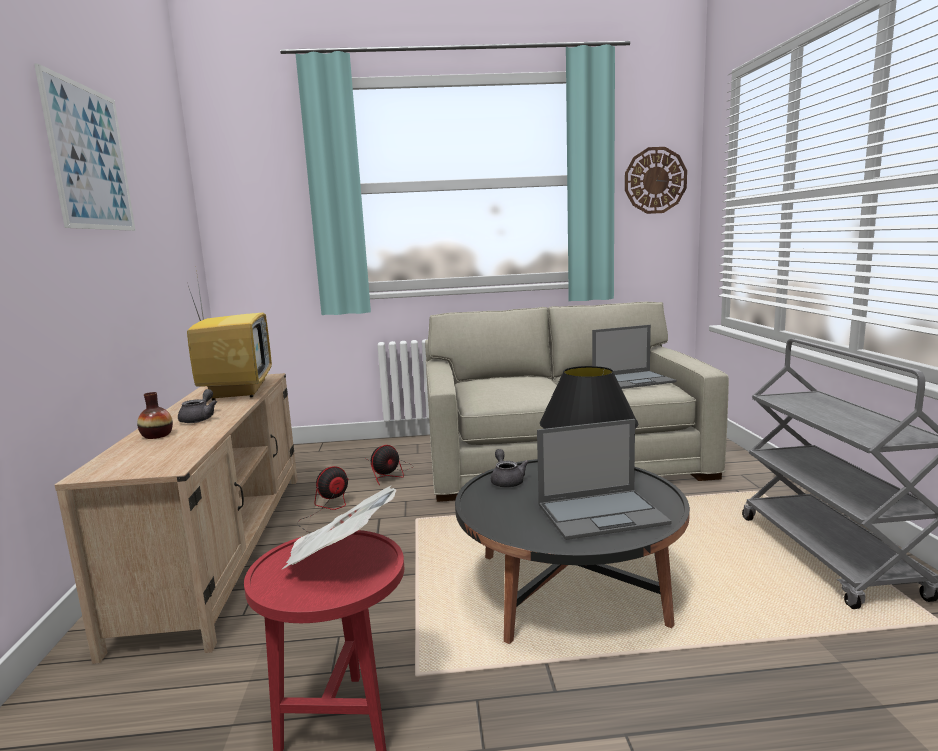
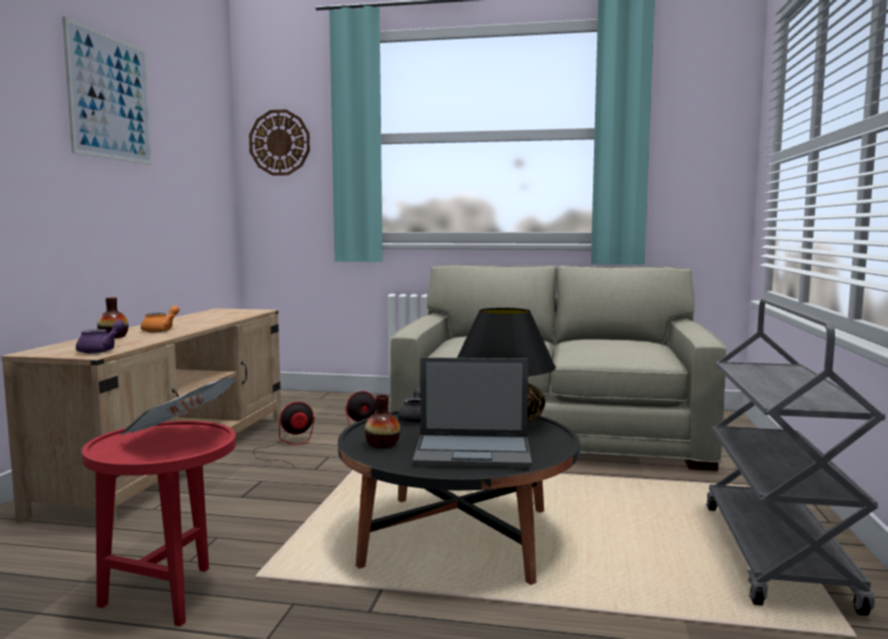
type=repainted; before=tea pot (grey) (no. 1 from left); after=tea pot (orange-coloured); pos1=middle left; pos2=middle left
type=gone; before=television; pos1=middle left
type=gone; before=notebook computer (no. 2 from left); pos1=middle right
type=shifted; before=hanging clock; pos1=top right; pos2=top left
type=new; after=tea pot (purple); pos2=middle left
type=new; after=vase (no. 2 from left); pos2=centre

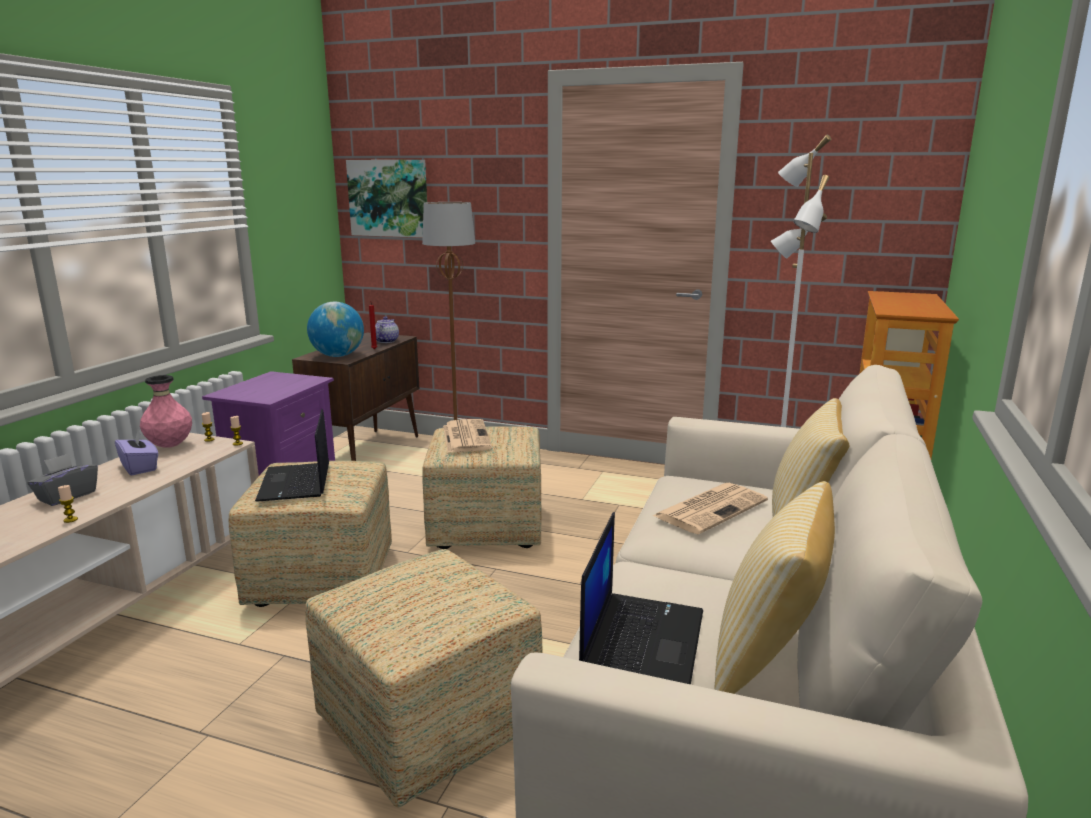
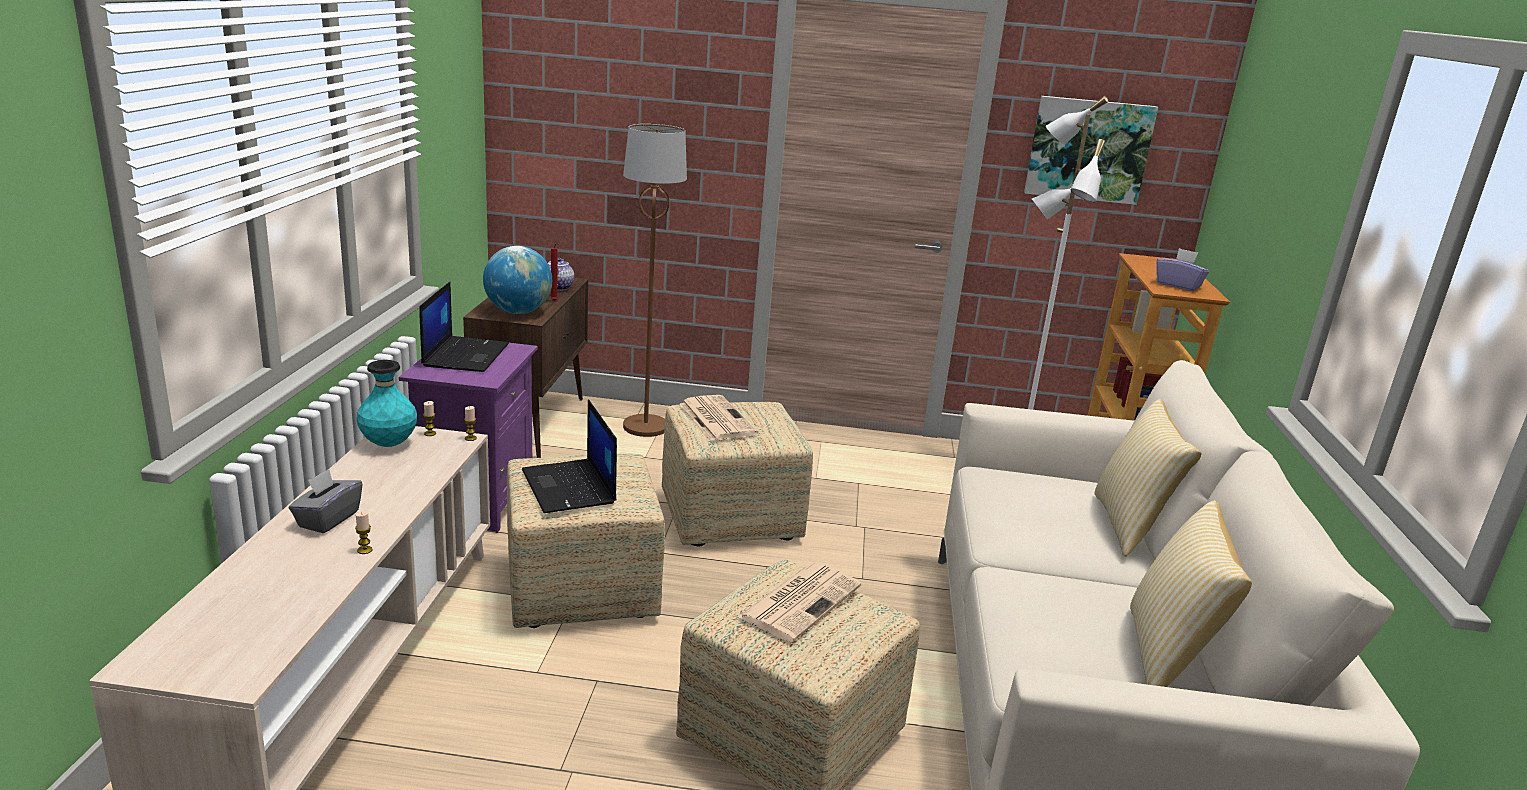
type=shifted; before=tissue holder (purple); pos1=middle left; pos2=middle right
type=repainted; before=vase (pink); after=vase (turquoise); pos1=middle left; pos2=middle left
type=shifted; before=picture; pos1=top centre; pos2=top right
type=shifted; before=notebook computer (no. 2 from left in the first image); after=notebook computer (no. 1 from left); pos1=bottom centre; pos2=middle left
type=shifted; before=newspaper (no. 2 from left); pos1=centre; pos2=bottom centre

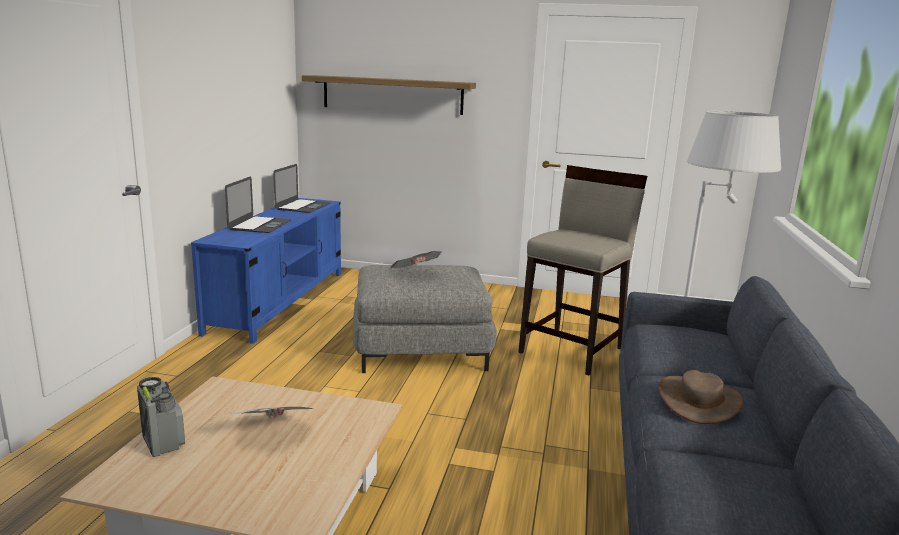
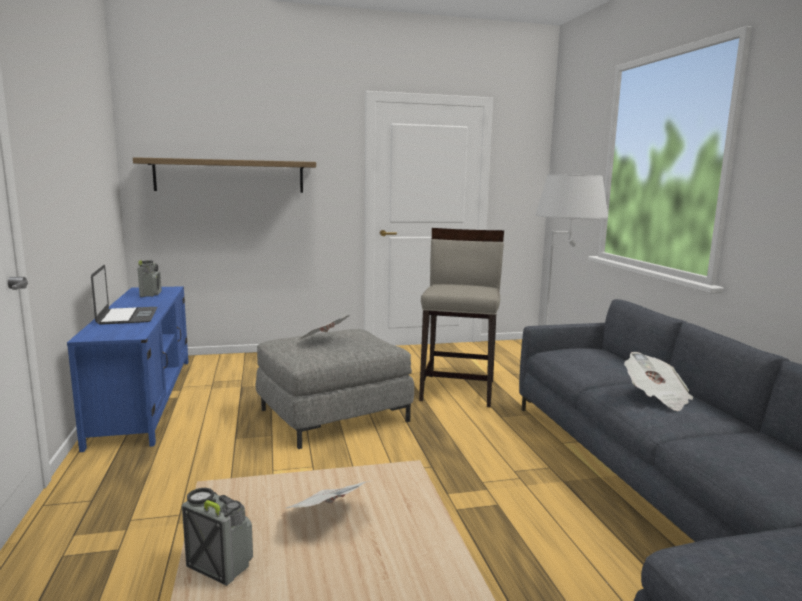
type=swapped; before=notebook computer (no. 2 from left); after=radio receiver (no. 1 from left); pos1=centre; pos2=middle left
type=swapped; before=clothing hat (brownish); after=newspaper (no. 3 from left); pos1=bottom right; pos2=middle right

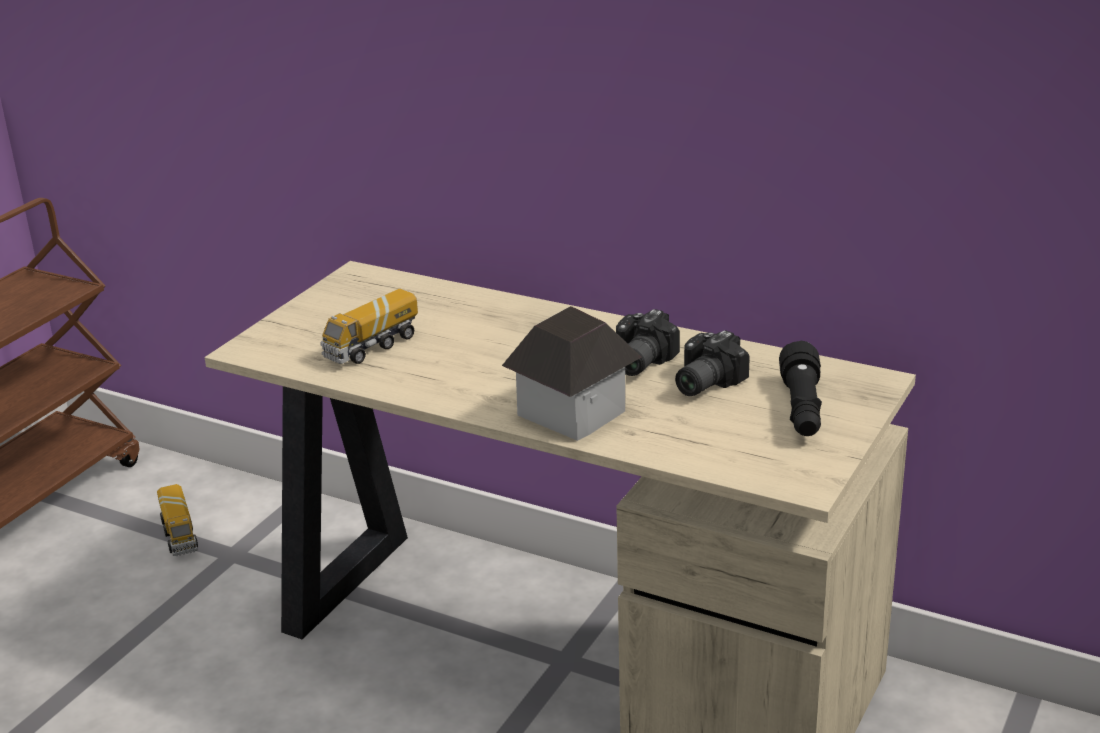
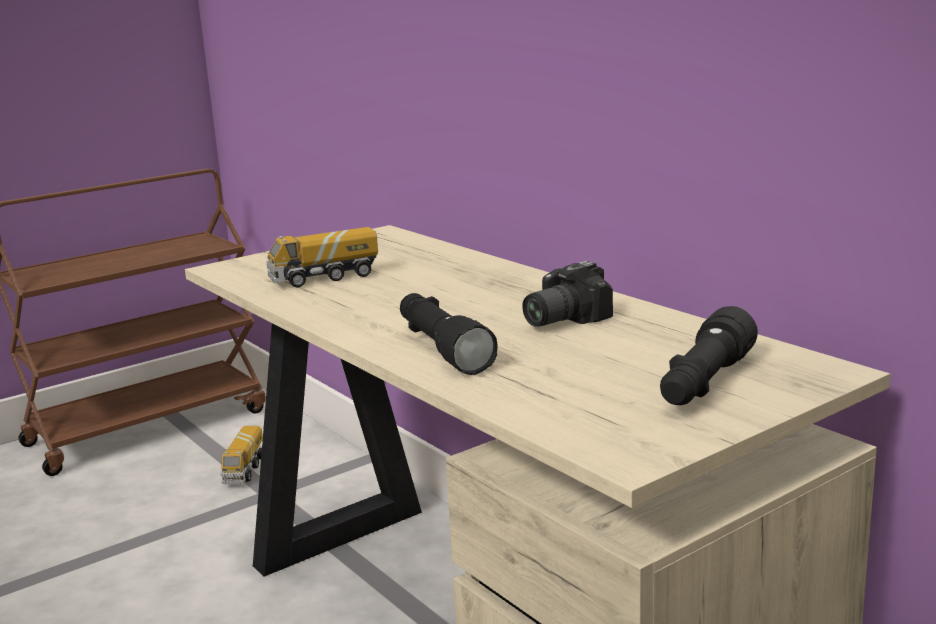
type=swapped; before=miniature house; after=hand torch (black-coloured) (no. 1 from left); pos1=centre; pos2=centre
type=gone; before=still camera (no. 2 from left); pos1=centre

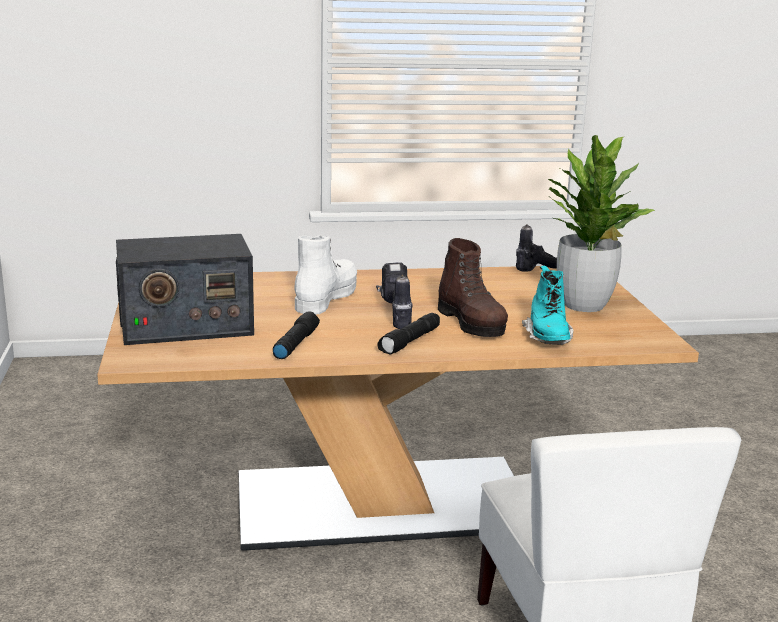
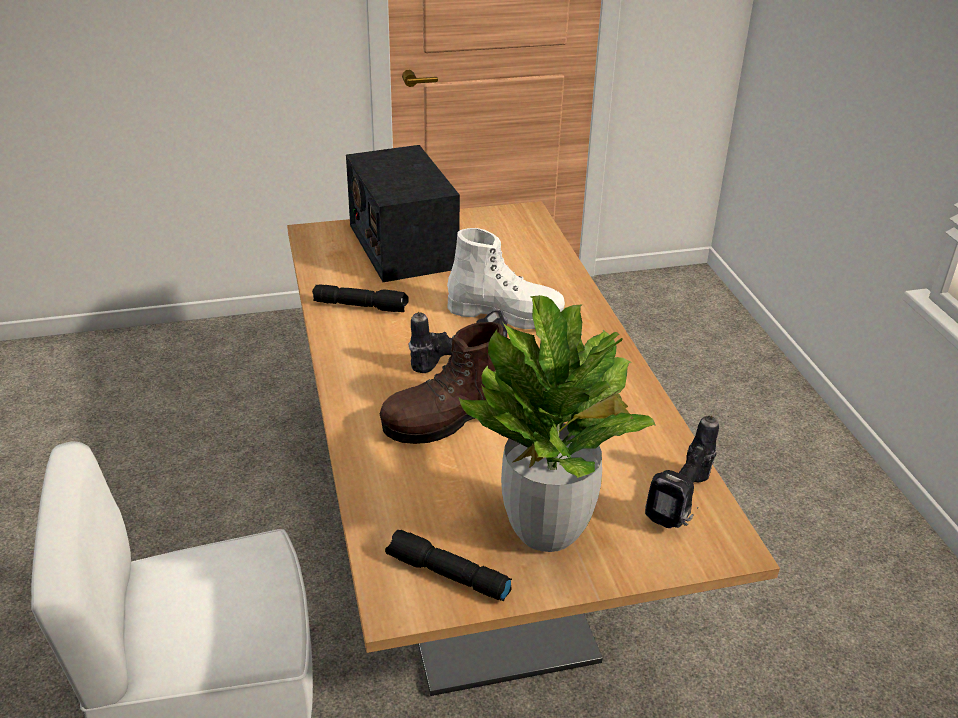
type=shifted; before=hand torch (black-coloured) (no. 2 from left); pos1=centre; pos2=bottom centre
type=gone; before=boot (turquoise); pos1=middle right

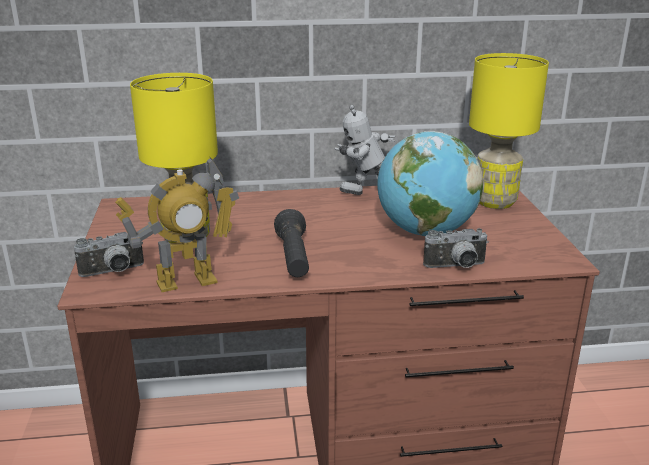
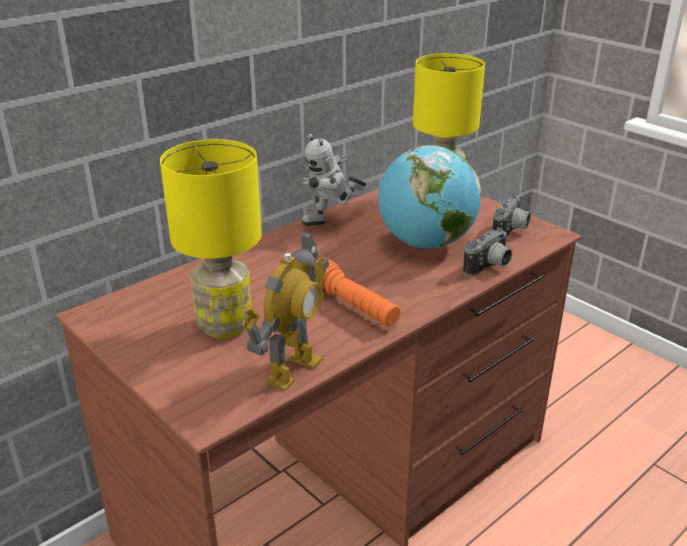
type=shifted; before=still camera (no. 1 from left in the first image); after=still camera (no. 2 from left); pos1=middle left; pos2=middle right
type=repainted; before=hand torch (black-coloured); after=hand torch (orange-coloured); pos1=centre; pos2=centre

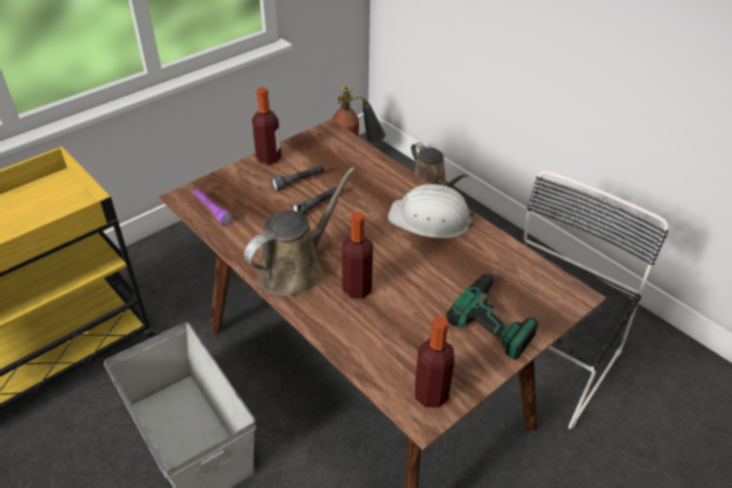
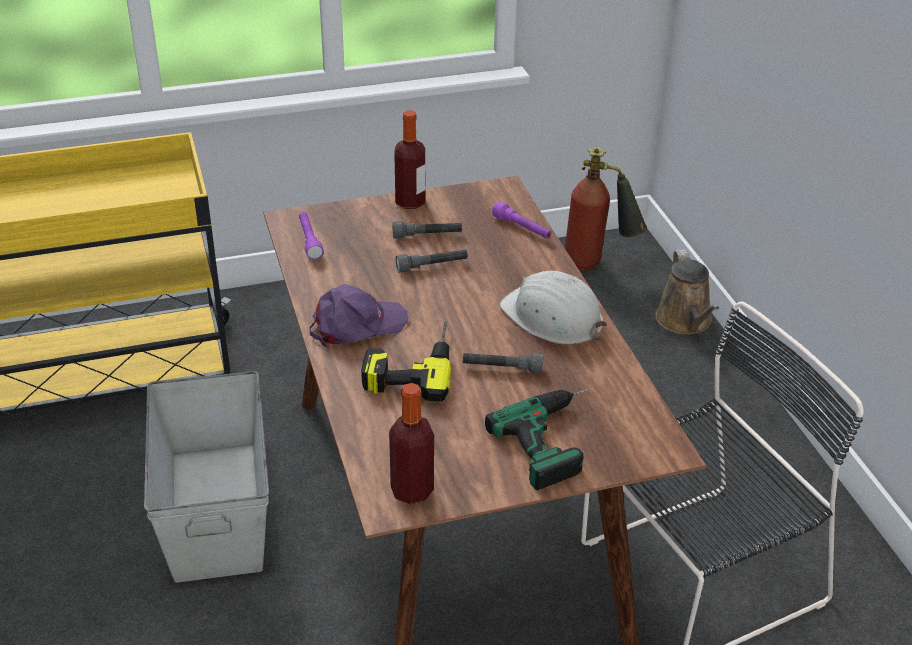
type=swapped; before=watering pot (brownish) (no. 1 from left); after=cap (purple); pos1=centre; pos2=centre
type=swapped; before=drink bottle (no. 2 from left); after=drill (no. 1 from left); pos1=centre; pos2=centre
type=new; after=hand torch (grey) (no. 3 from left); pos2=centre
type=new; after=hand torch (purple) (no. 2 from left); pos2=centre

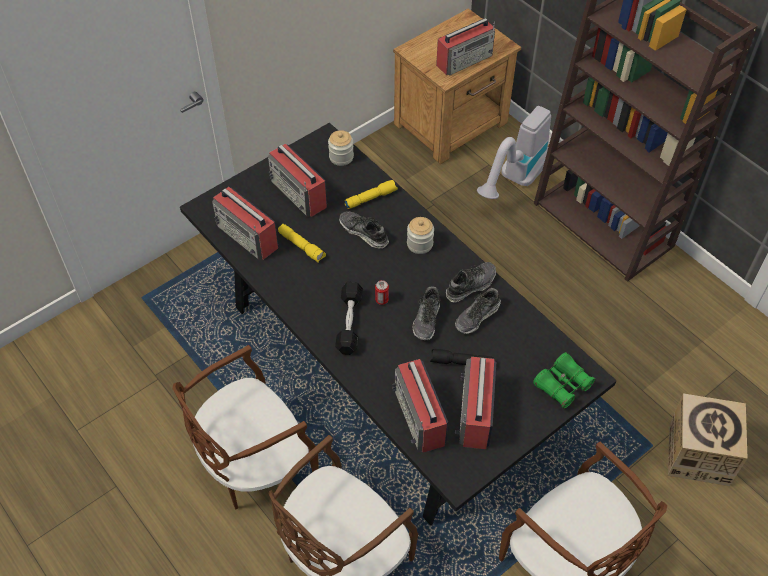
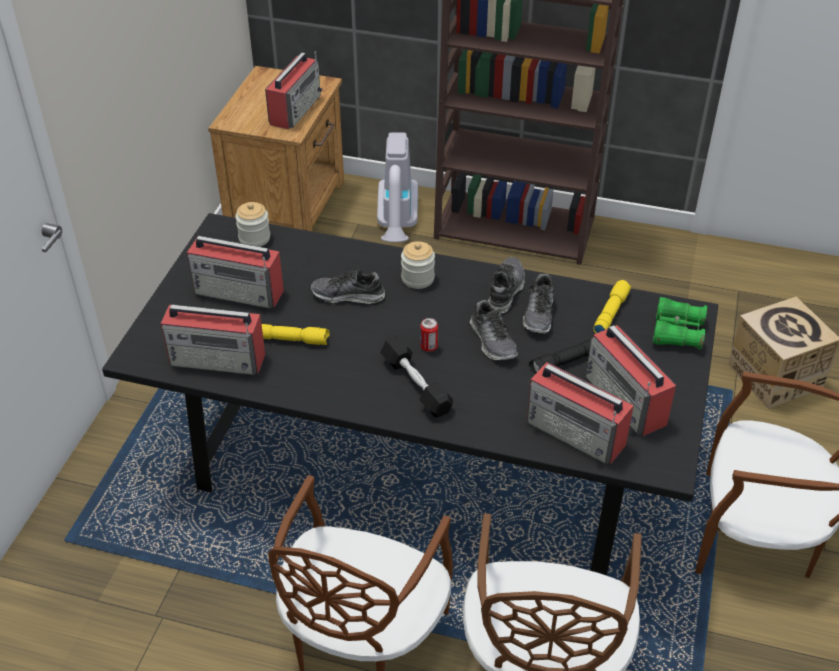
type=shifted; before=hand torch (yellowish) (no. 2 from left); pos1=centre; pos2=middle right

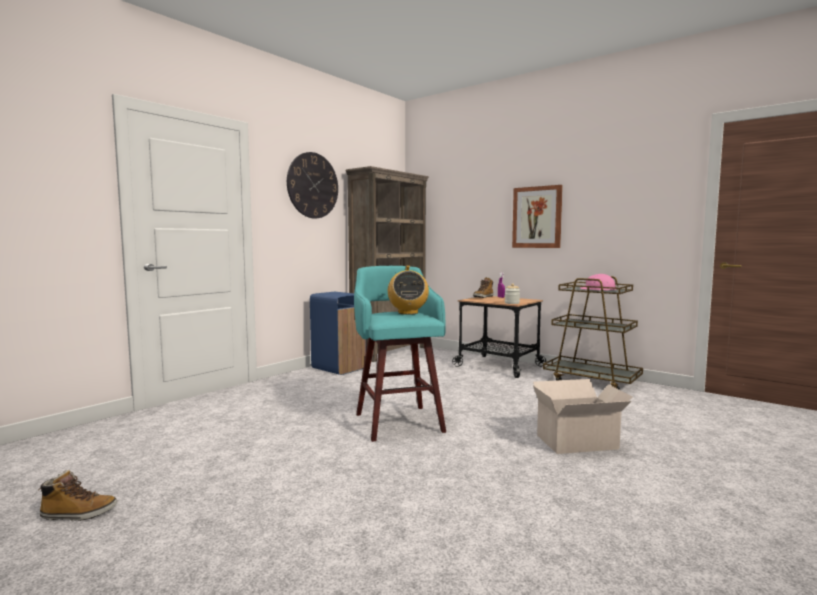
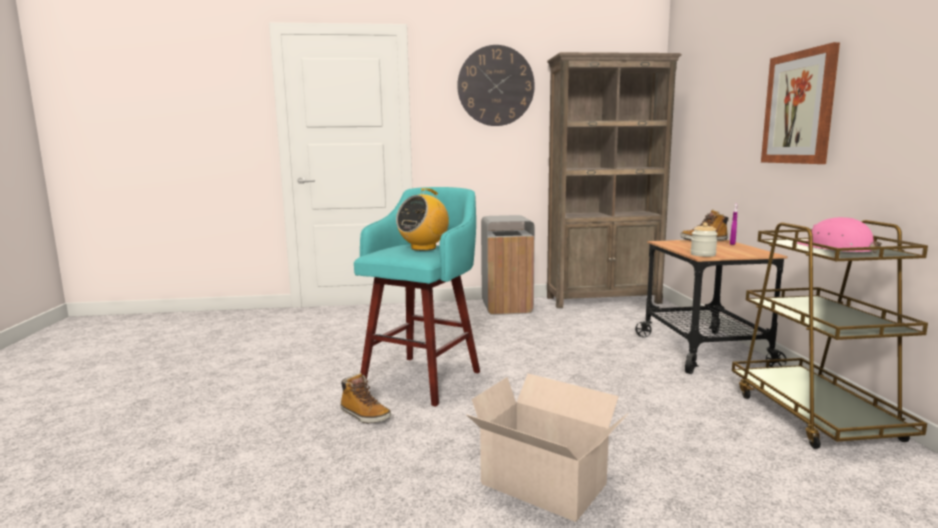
type=shifted; before=boot (no. 1 from left); pos1=bottom left; pos2=bottom centre
type=repainted; before=trash can (blue-coloured); after=trash can (grey); pos1=centre; pos2=centre

